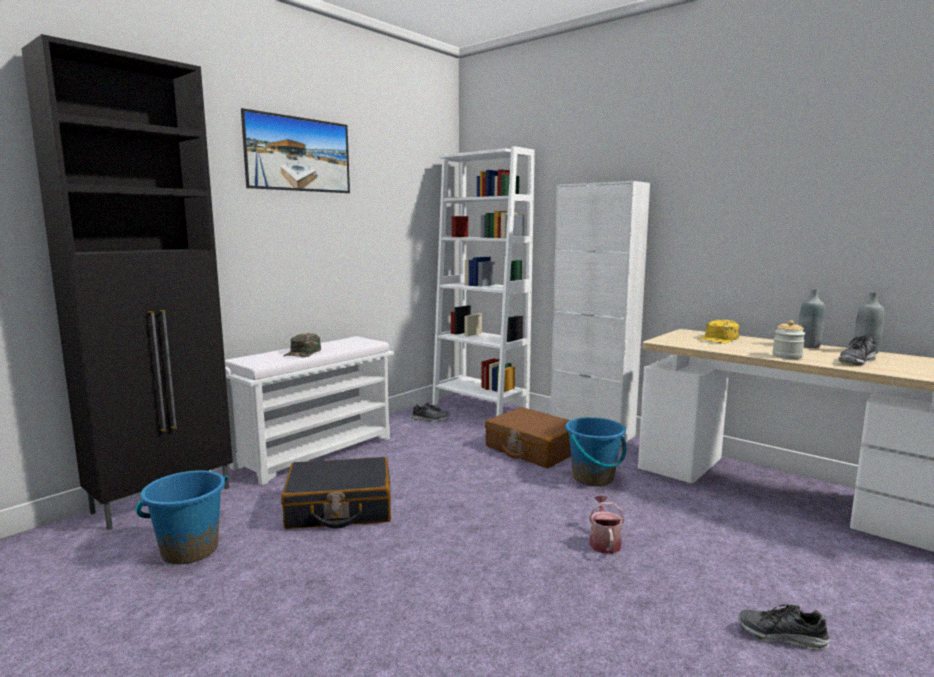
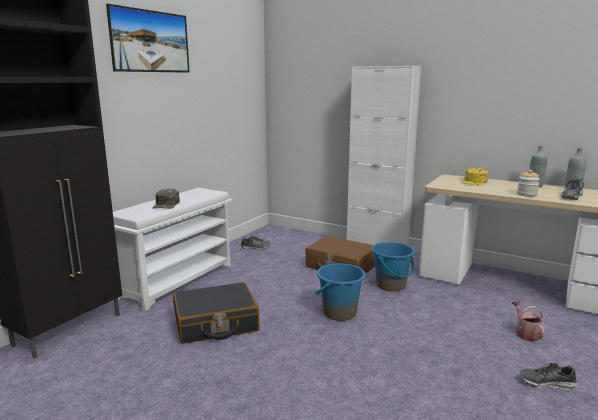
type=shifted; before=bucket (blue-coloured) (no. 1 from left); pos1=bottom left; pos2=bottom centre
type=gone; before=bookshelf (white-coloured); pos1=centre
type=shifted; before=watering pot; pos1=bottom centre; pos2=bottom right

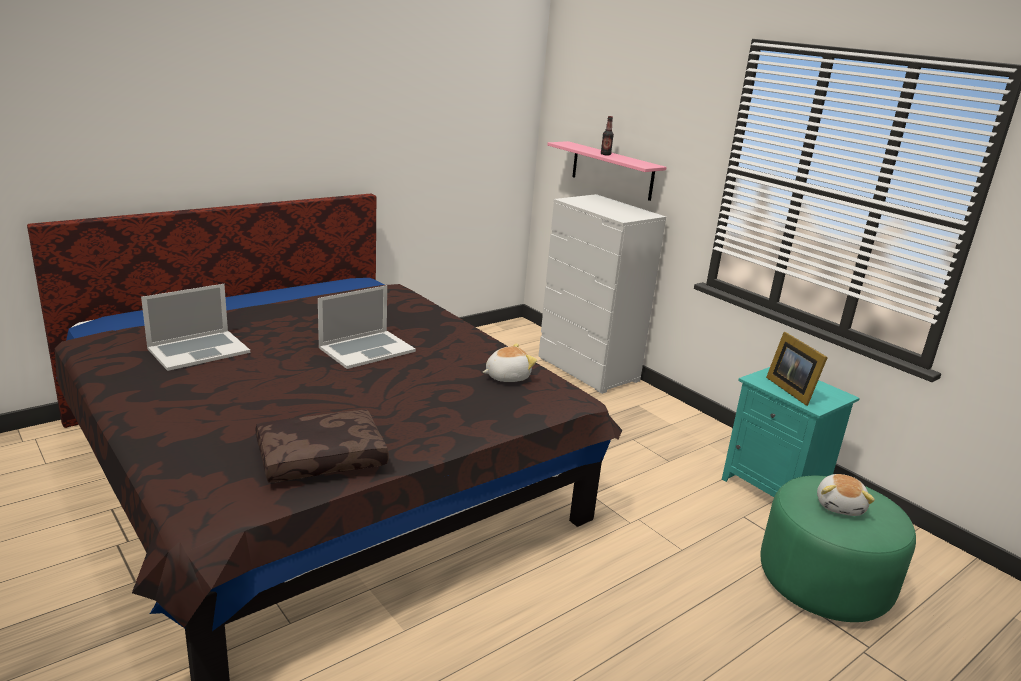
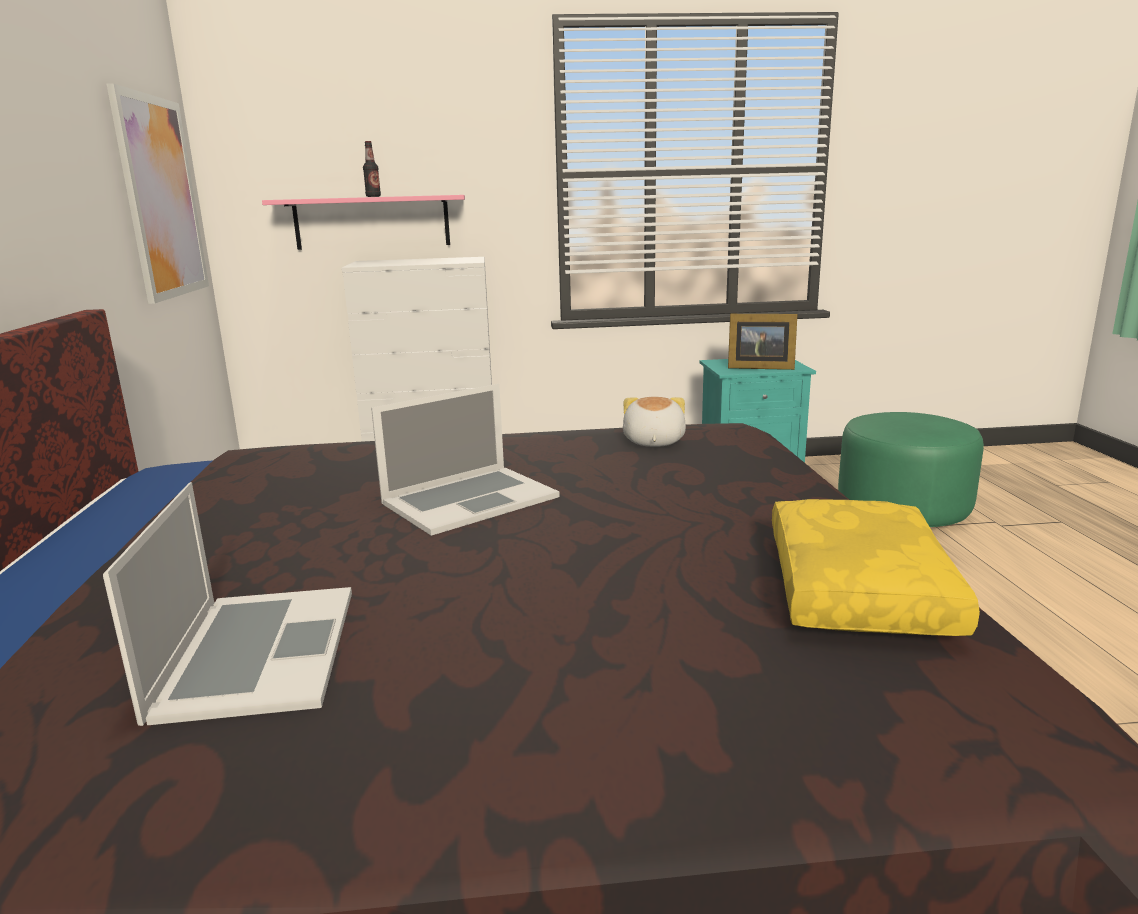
type=repainted; before=pillow (brownish); after=pillow (yellowish); pos1=middle left; pos2=middle right
type=rotated; before=notebook computer (no. 2 from left); pos1=centre; pos2=centre; turn=60
type=gone; before=soft toy (no. 2 from left); pos1=bottom right
type=new; after=picture; pos2=top left

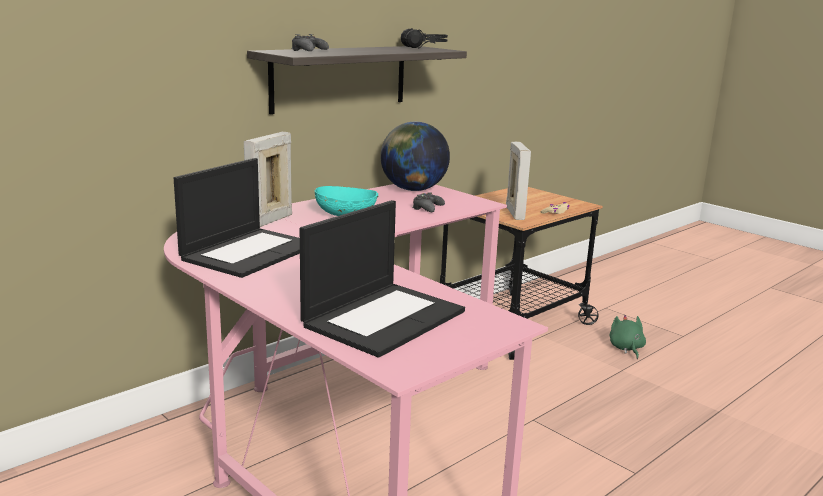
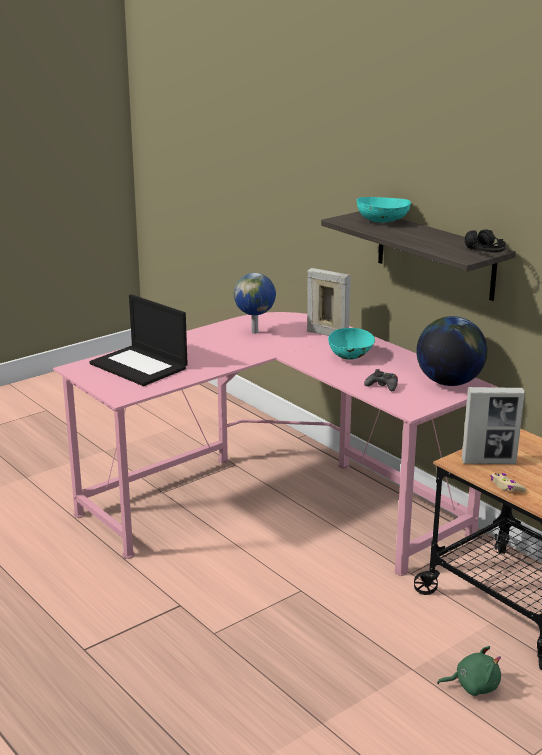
type=swapped; before=notebook computer (no. 1 from left); after=world globe (no. 1 from left); pos1=middle left; pos2=centre
type=swapped; before=gamepad (black-coloured) (no. 1 from left); after=deep dish (turquoise) (no. 2 from left); pos1=top centre; pos2=top right

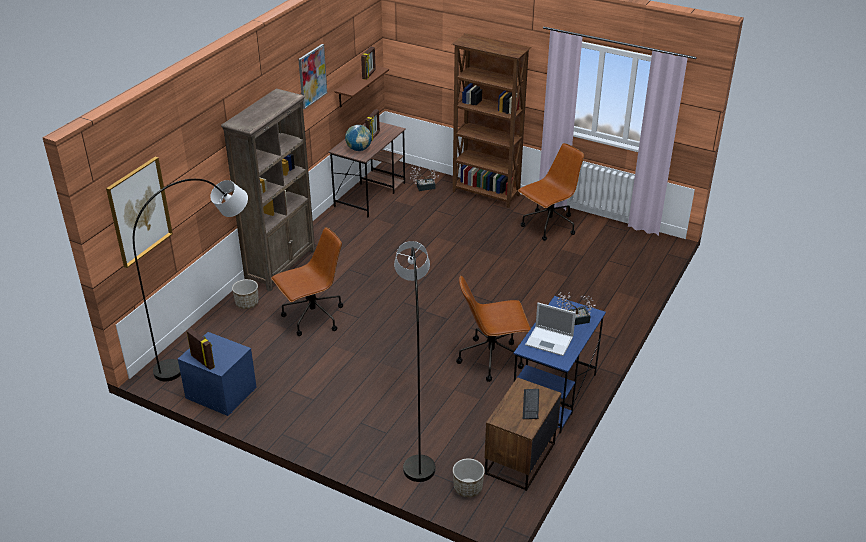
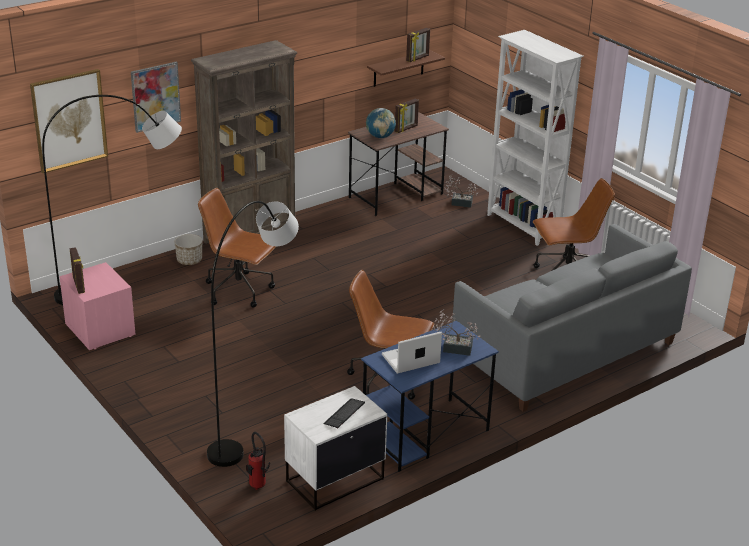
type=repainted; before=nightstand (blue-coloured); after=nightstand (pink); pos1=bottom left; pos2=middle left
type=rotated; before=desk chair (brownish) (no. 1 from left); pos1=centre; pos2=middle left; turn=-150
type=shifted; before=picture (no. 2 from left); pos1=top centre; pos2=top left
type=repainted; before=bookshelf (brownish) (no. 2 from left); after=bookshelf (white-coloured); pos1=top centre; pos2=top right
type=swapped; before=plant pot (no. 2 from left); after=fire-fighting cylinder; pos1=bottom centre; pos2=bottom centre
type=repainted; before=nightstand (brownish); after=nightstand (white-coloured); pos1=bottom centre; pos2=bottom centre
type=rotated; before=notebook computer; pos1=centre; pos2=centre; turn=105
type=new; after=couch (grey); pos2=middle right

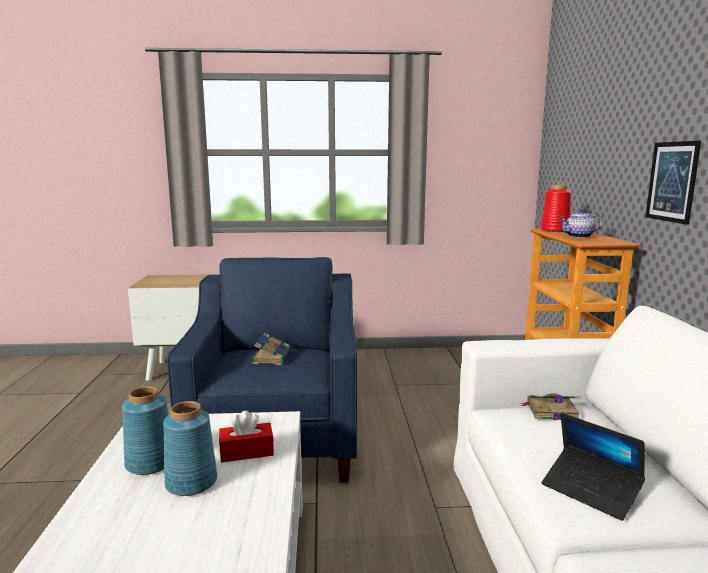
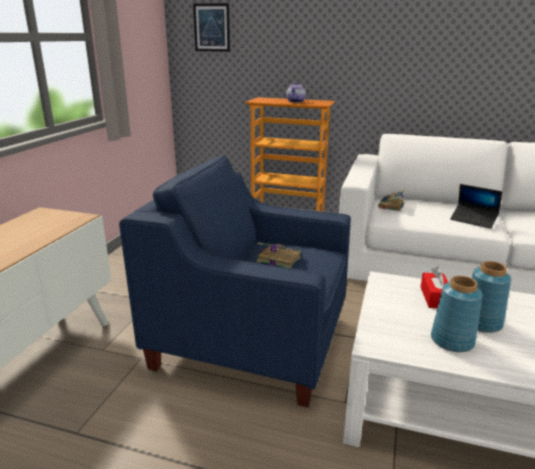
type=gone; before=vase (red-coloured); pos1=middle right
type=rotated; before=notebook computer; pos1=bottom right; pos2=middle right; turn=60
type=shifted; before=picture; pos1=top right; pos2=top centre

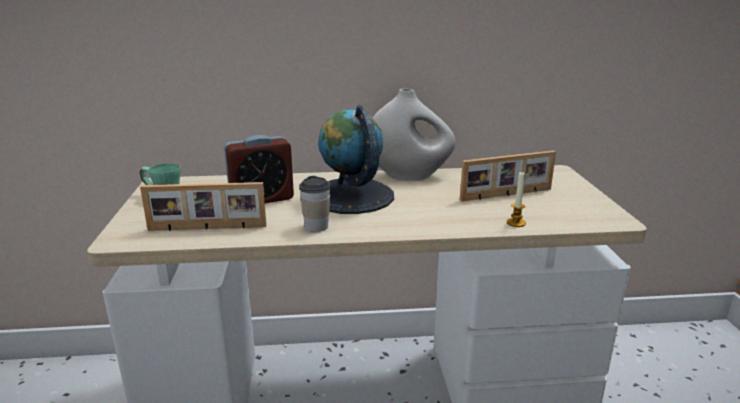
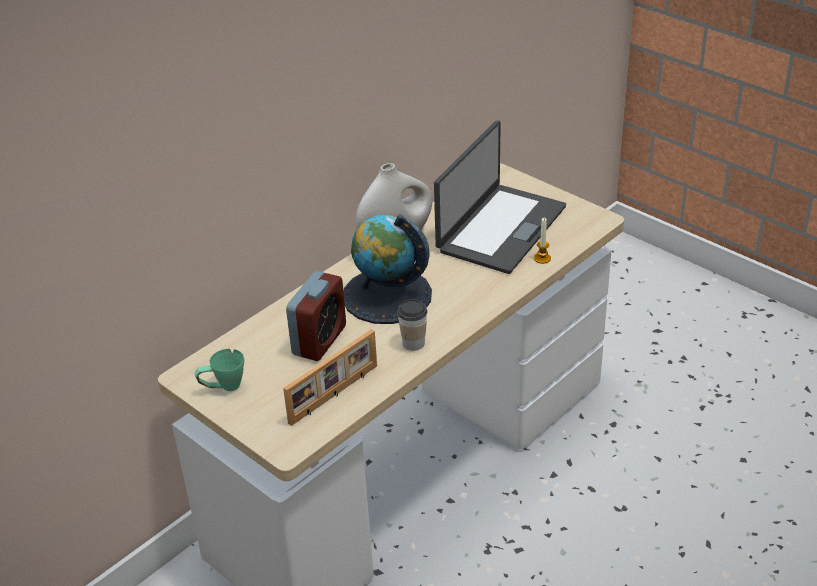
type=swapped; before=photo frame (no. 2 from left); after=notebook computer; pos1=middle right; pos2=centre

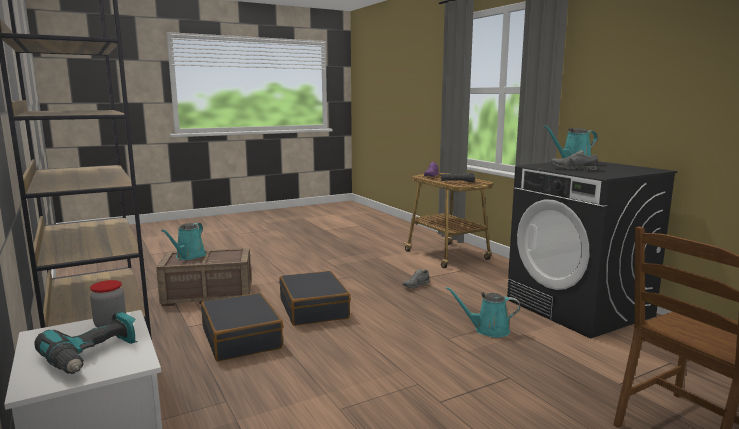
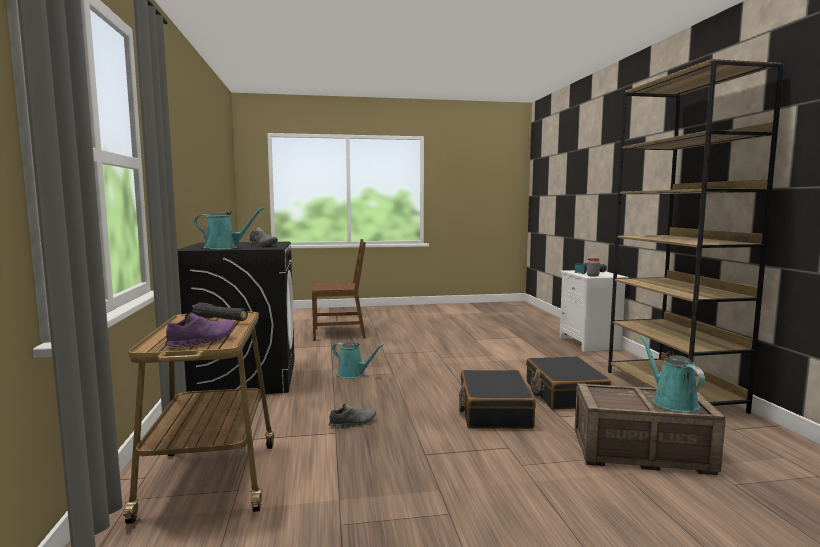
type=rotated; before=watering pot (turquoise) (no. 1 from left in the first image); pos1=middle left; pos2=bottom right; turn=-45

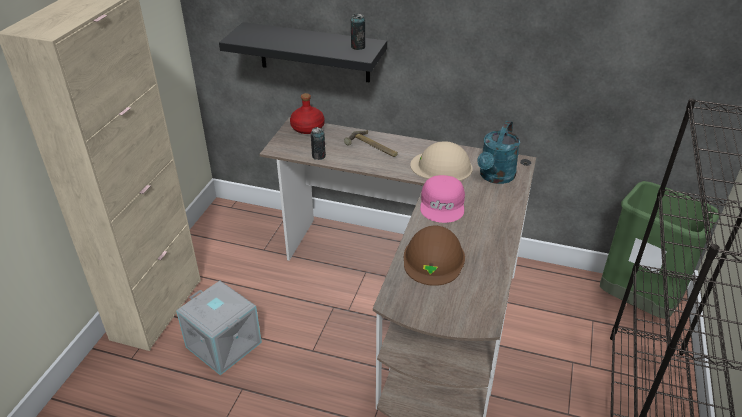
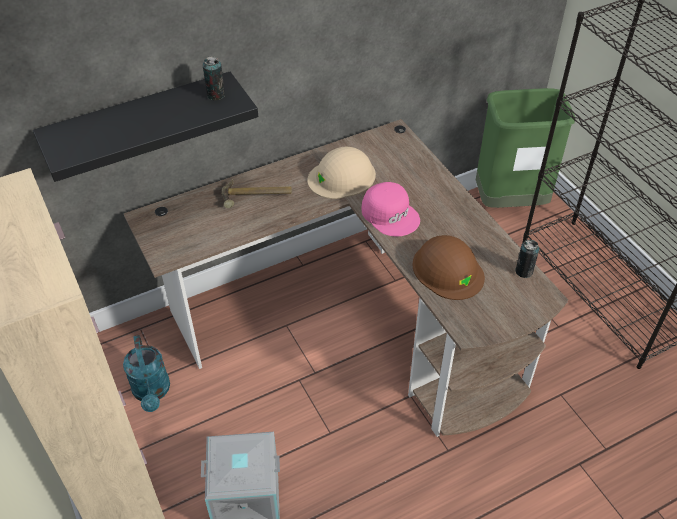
type=gone; before=drink bottle (red-coloured); pos1=top centre
type=shifted; before=can (no. 1 from left in the first image); after=can (no. 2 from left); pos1=centre; pos2=middle right
type=shifted; before=watering pot (turquoise); pos1=middle right; pos2=bottom left

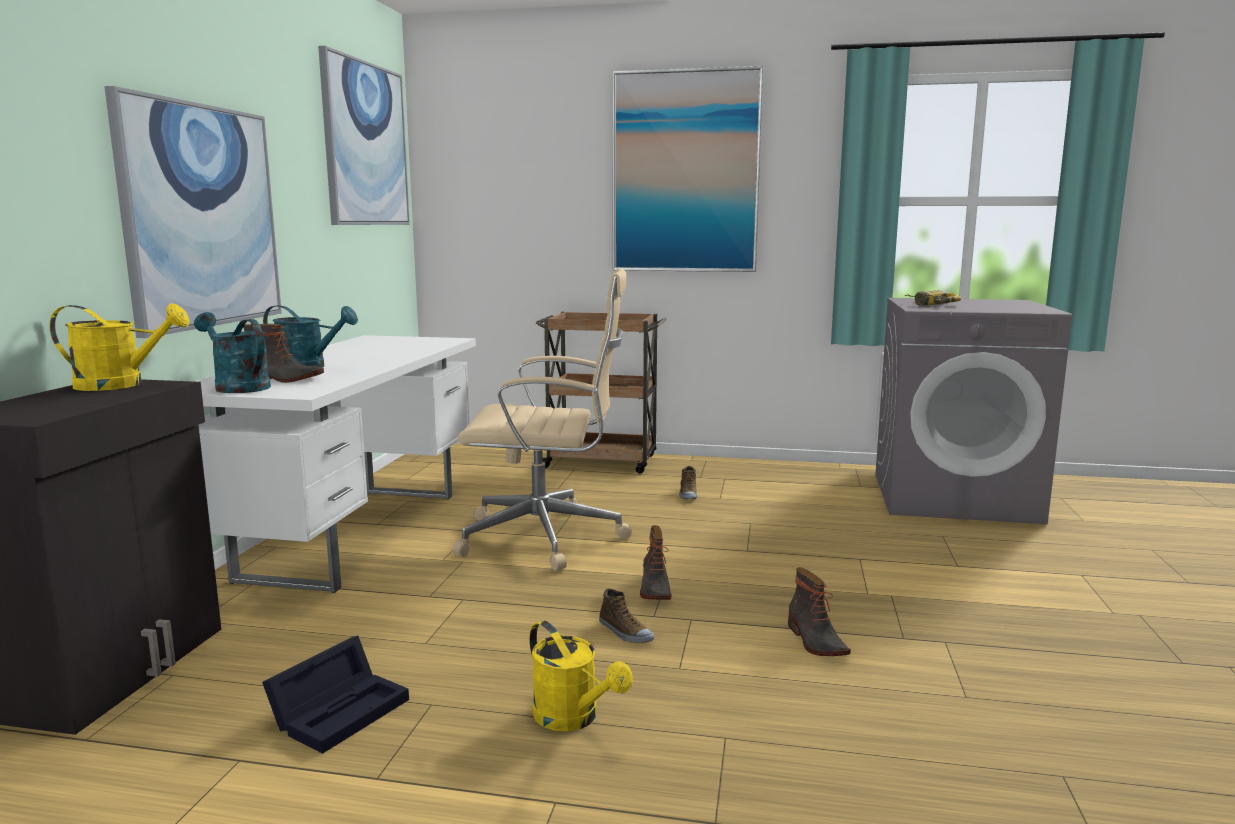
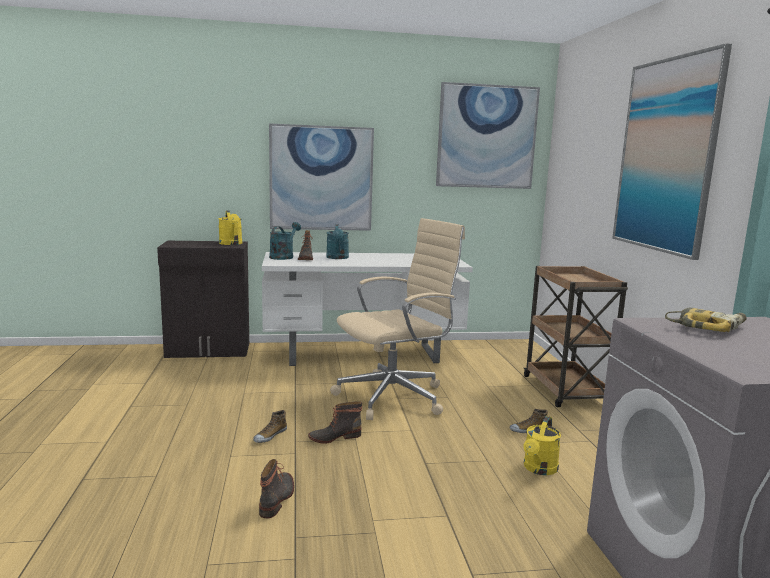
type=gone; before=storage box (black-coloured); pos1=bottom left
type=rotated; before=desk chair (beige-coloured); pos1=centre; pos2=centre; turn=-105
type=shifted; before=watering pot (yellowish) (no. 2 from left); pos1=bottom centre; pos2=bottom right
type=rotated; before=boot (no. 3 from left in the first image); pos1=bottom centre; pos2=bottom centre; turn=135

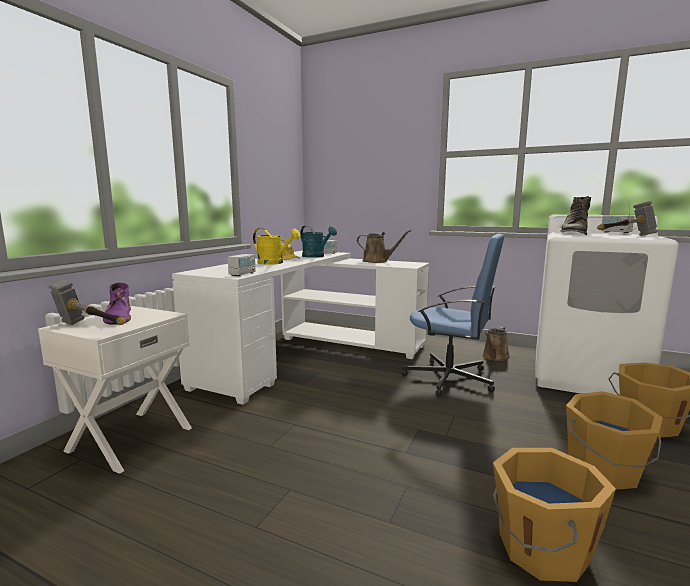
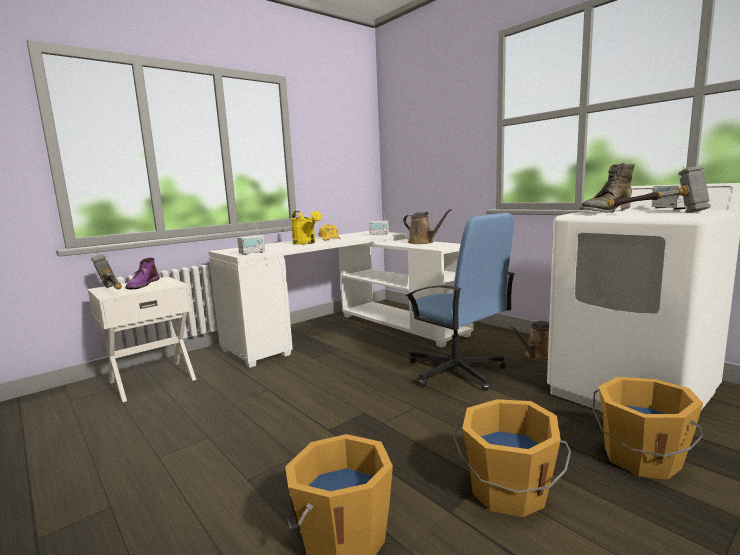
type=gone; before=watering pot (turquoise); pos1=centre

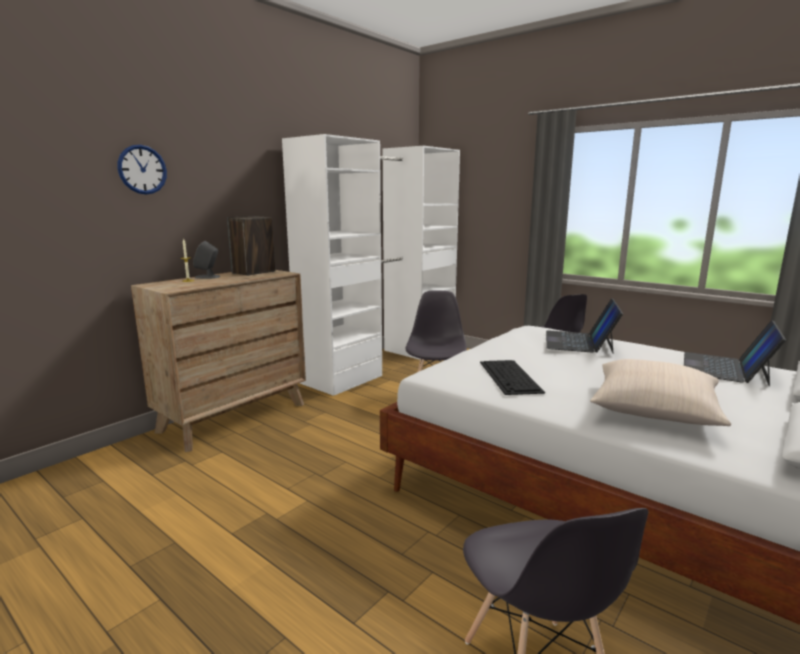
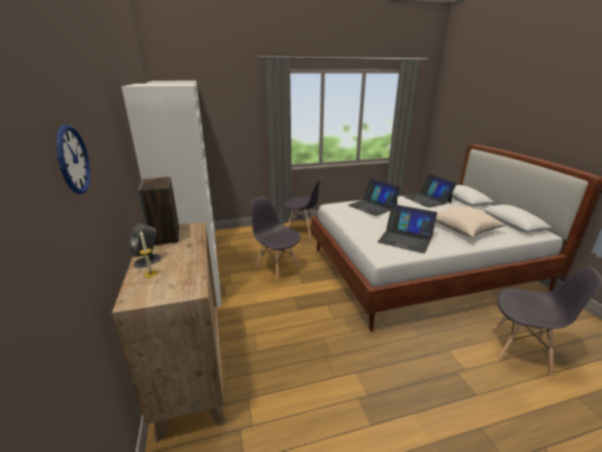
type=swapped; before=computer keyboard; after=notebook computer (no. 2 from left); pos1=centre; pos2=middle right

